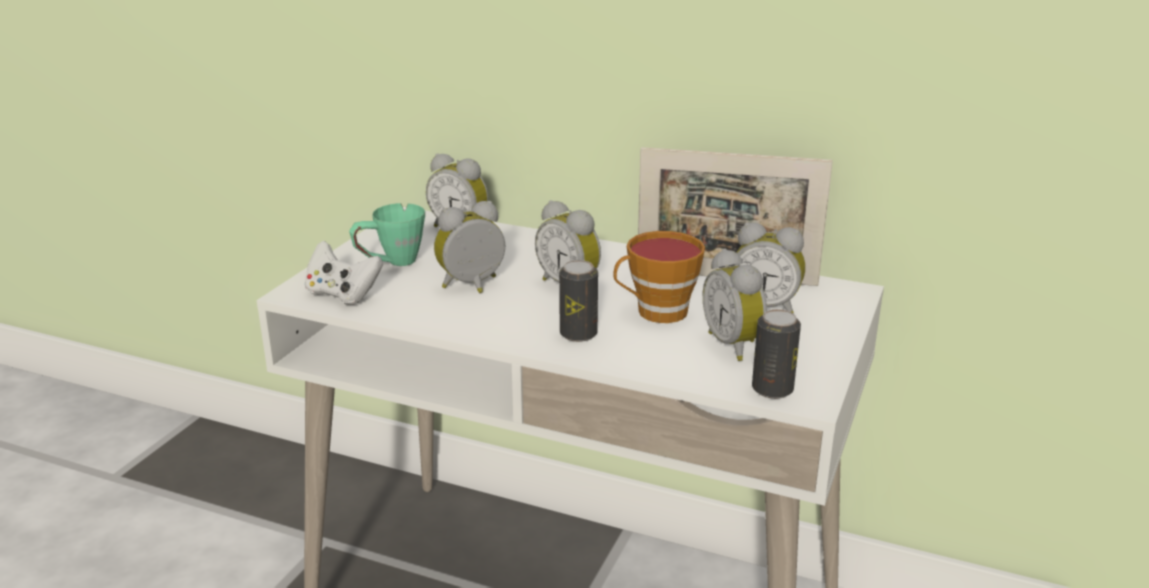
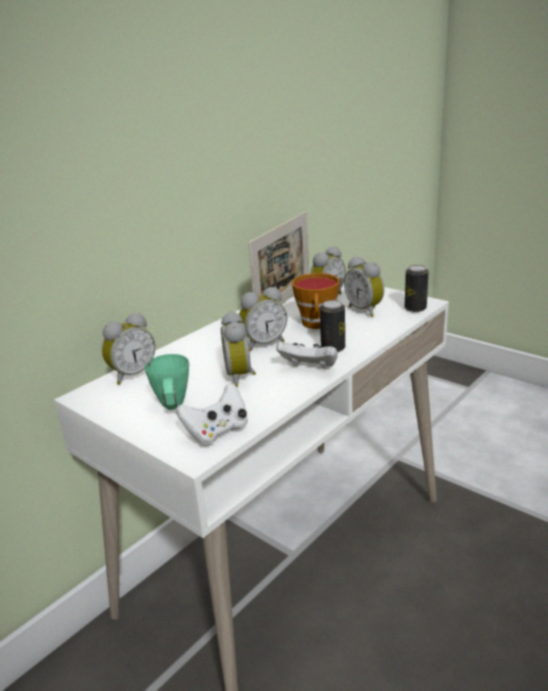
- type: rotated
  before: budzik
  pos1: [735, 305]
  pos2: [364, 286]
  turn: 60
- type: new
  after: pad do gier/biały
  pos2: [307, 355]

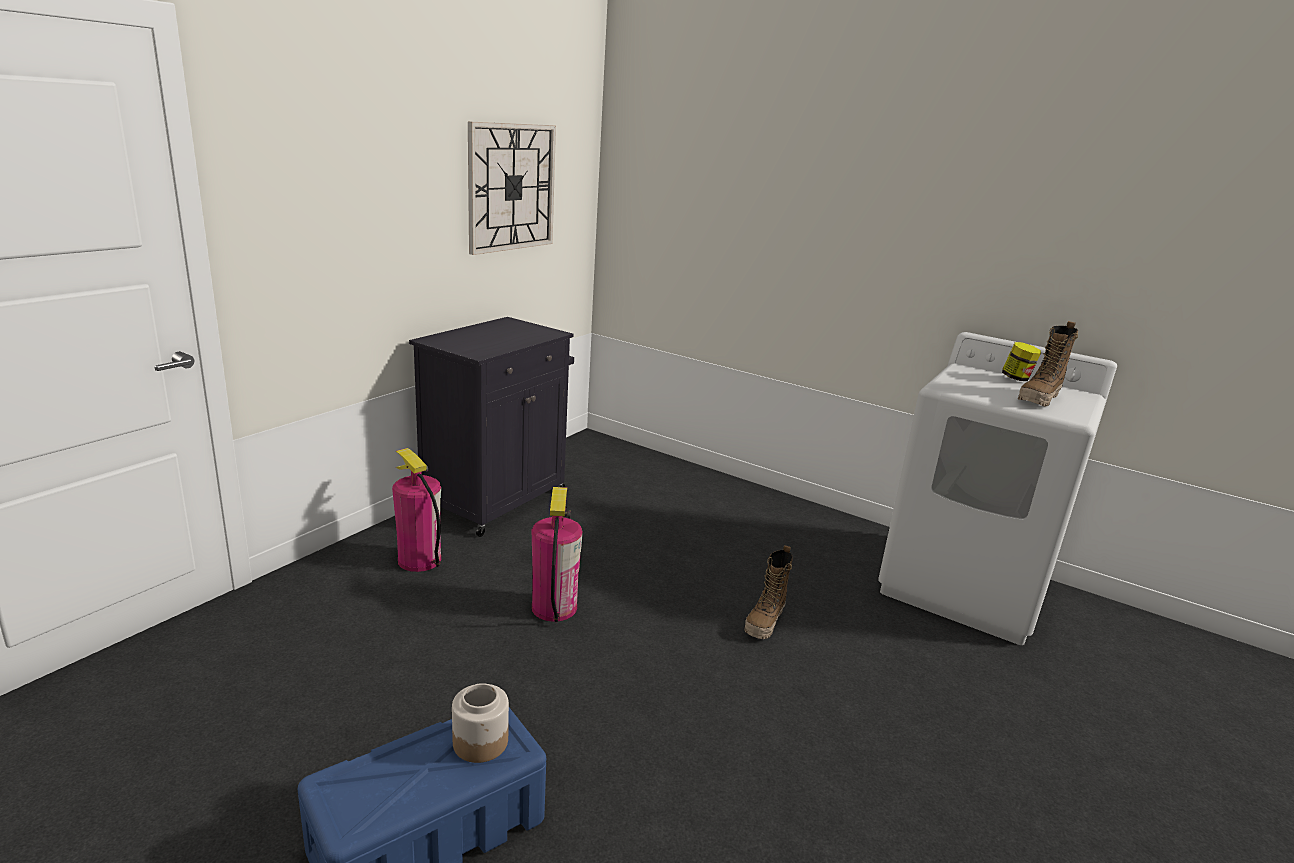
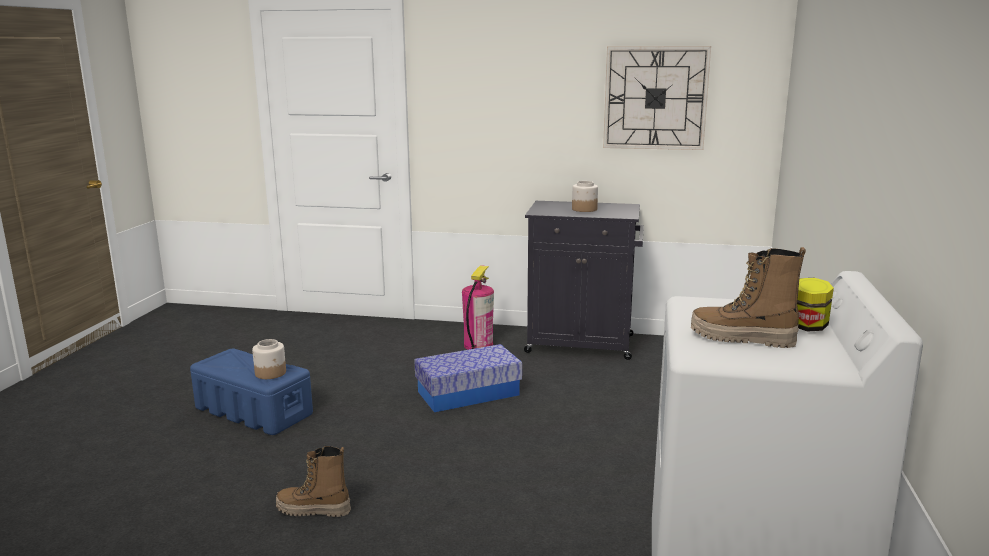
- type: swapped
  before: gaśnica
  after: pojemnik do przechowywania
  pos1: [557, 554]
  pos2: [468, 378]
- type: shifted
  before: but z cholewką
  pos1: [768, 592]
  pos2: [313, 481]
- type: new
  after: słoik
  pos2: [585, 196]

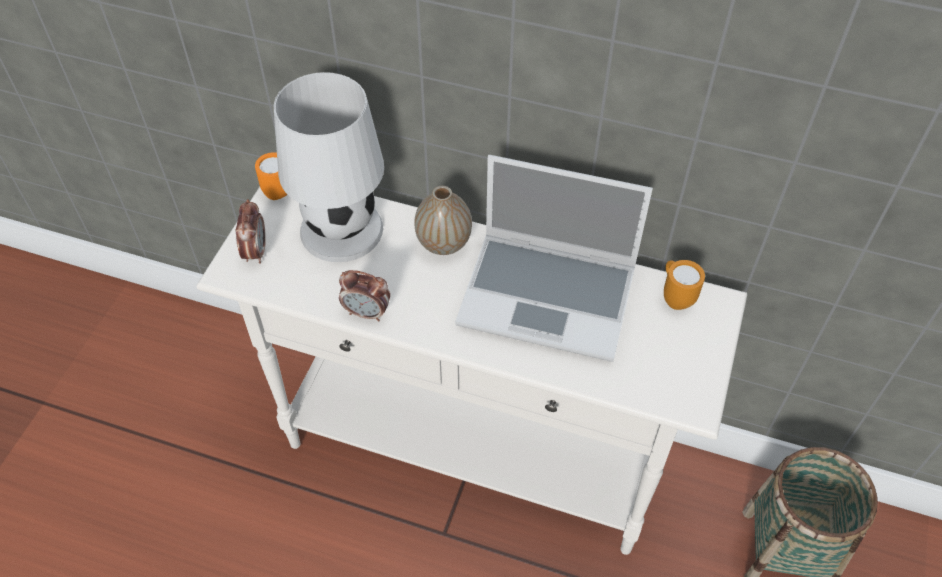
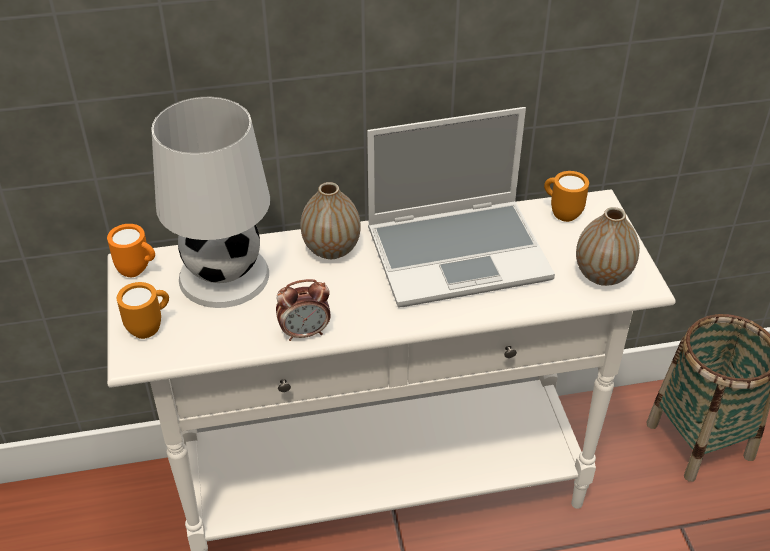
- type: swapped
  before: budzik
  after: kubek/pomarańczowy
  pos1: [250, 231]
  pos2: [143, 310]
- type: new
  after: wazon
  pos2: [608, 246]

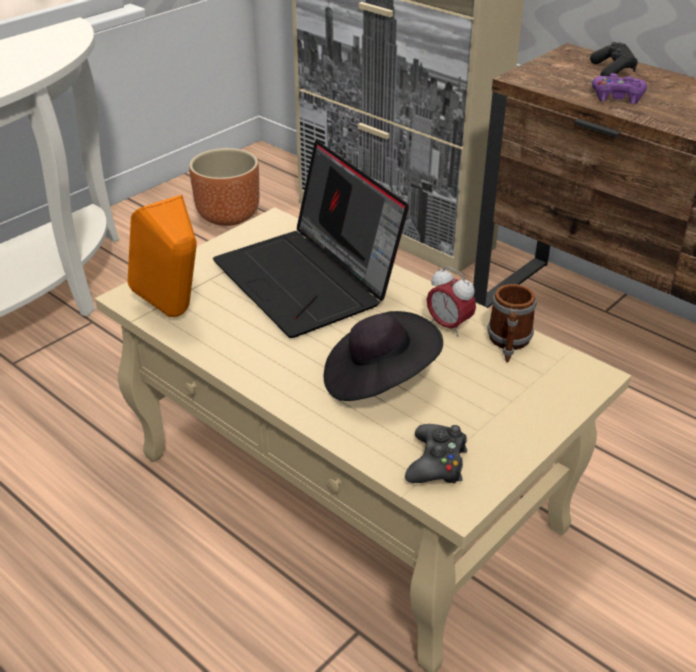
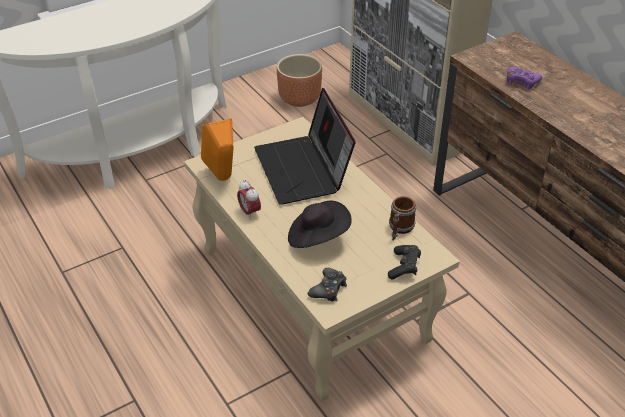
- type: shifted
  before: budzik
  pos1: [451, 301]
  pos2: [249, 200]
- type: shifted
  before: pad do gier/czarny
  pos1: [614, 59]
  pos2: [404, 262]

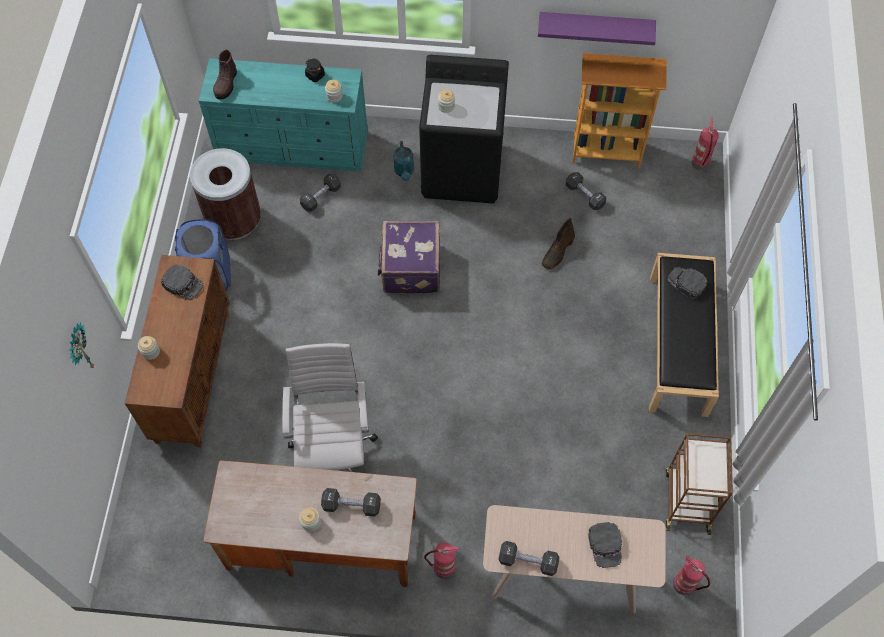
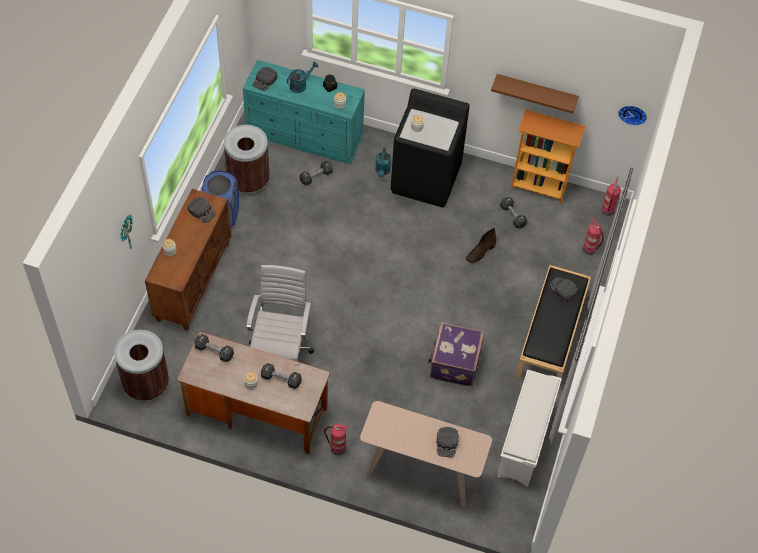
- type: swapped
  before: but z cholewką/brązowy
  after: czapka z daszkiem/czarny
  pos1: [225, 75]
  pos2: [265, 79]
- type: shifted
  before: walizka/fioletowy
  pos1: [409, 257]
  pos2: [456, 354]
- type: shifted
  before: hantel/czarny
  pos1: [529, 558]
  pos2: [214, 348]
- type: repainted
  before: półka/fioletowy
  after: półka/brązowy
  pos1: [597, 28]
  pos2: [535, 94]
- type: swapped
  before: wózek/brązowy
  after: regał na buty/biały
  pos1: [699, 484]
  pos2: [529, 428]
- type: shifted
  before: gaśnica
  pos1: [691, 575]
  pos2: [593, 236]
- type: new
  after: kosz na śmieci/brązowy
  pos2: [141, 365]
- type: new
  after: konewka/turkusowy
  pos2: [302, 77]
- type: new
  after: zegar ścienny
  pos2: [632, 115]

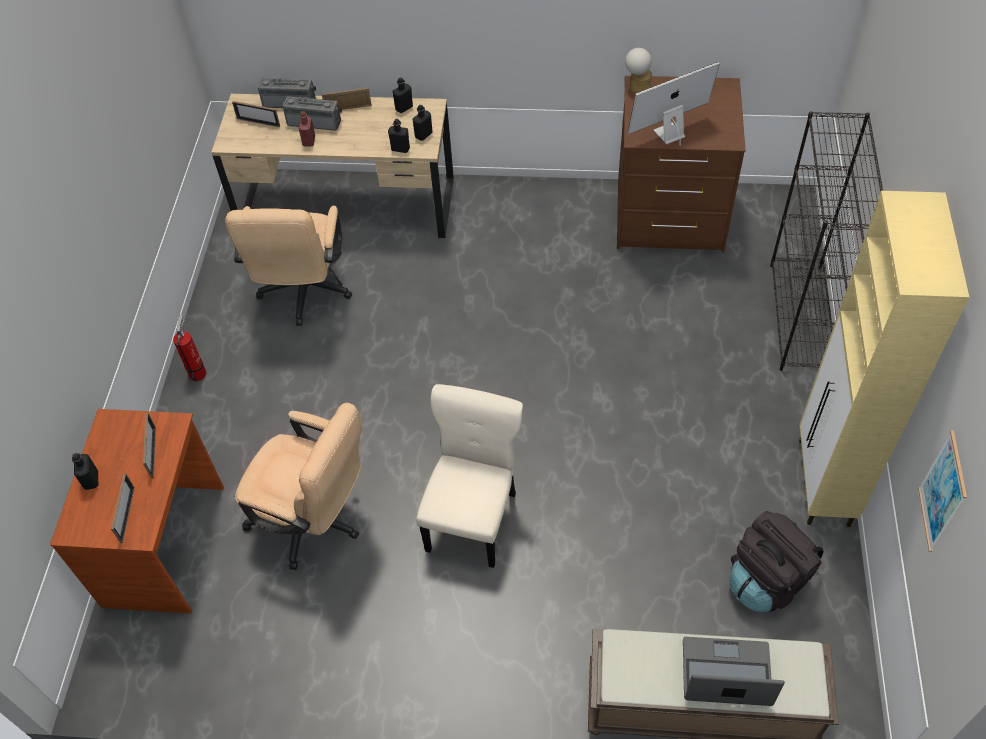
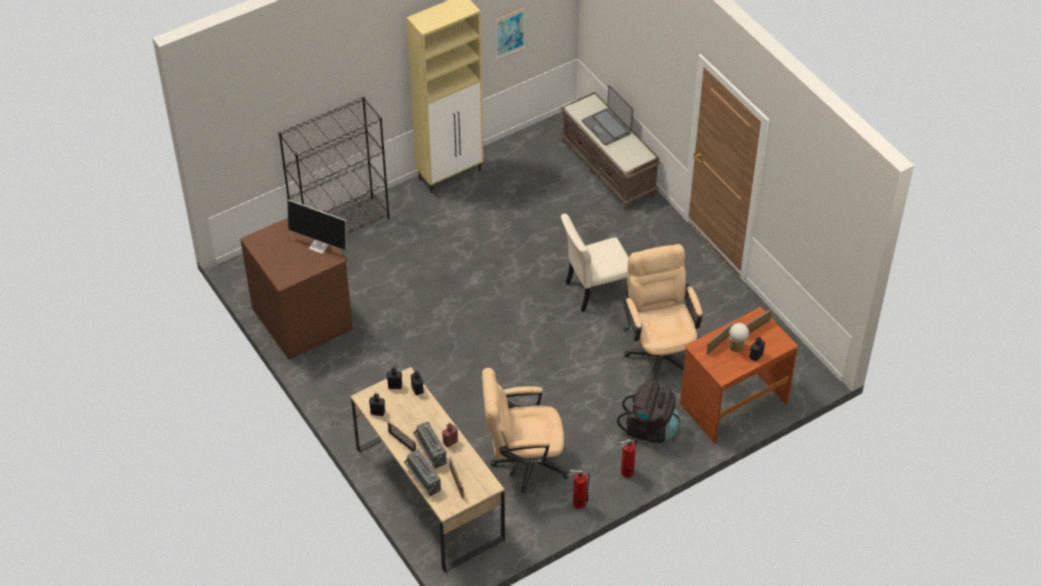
- type: rotated
  before: krzesło biurowe/beżowy
  pos1: [288, 266]
  pos2: [525, 430]
  turn: -150
- type: shifted
  before: lampa stołowa
  pos1: [638, 71]
  pos2: [738, 337]
- type: shifted
  before: plecak/czarny
  pos1: [776, 561]
  pos2: [649, 411]
- type: new
  after: gaśnica
  pos2: [579, 489]

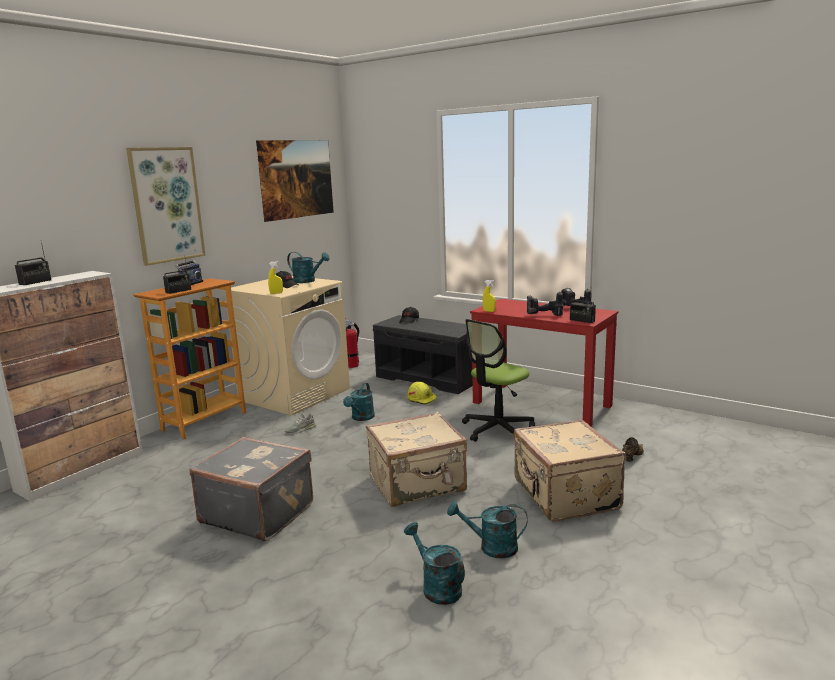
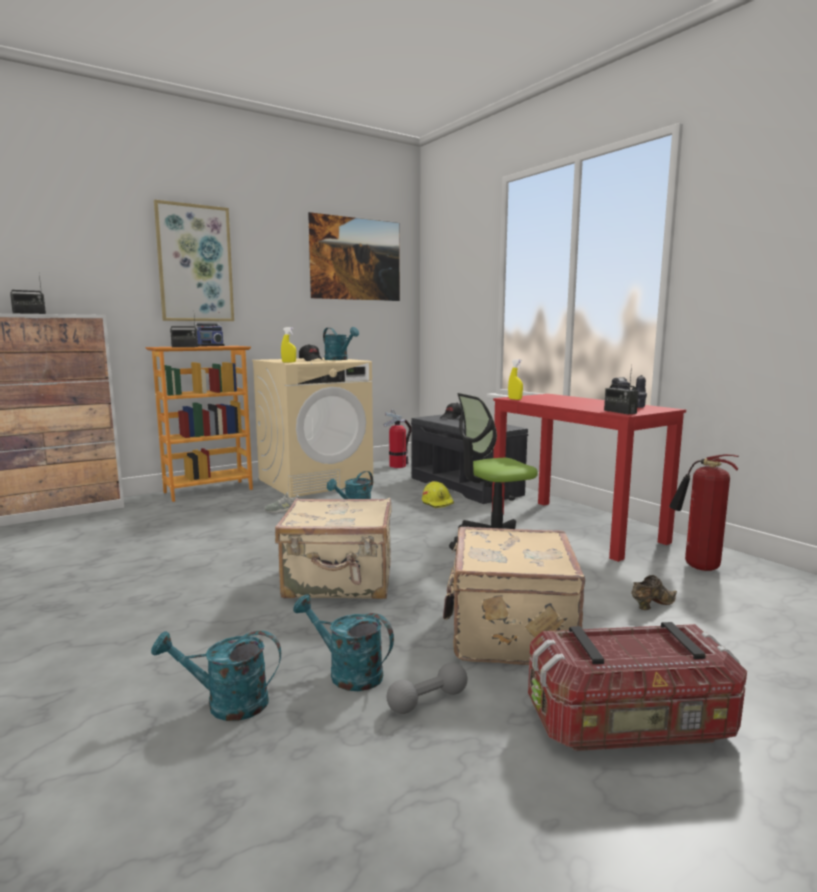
- type: gone
  before: walizka/szary
  pos1: [251, 489]
- type: rotated
  before: konewka/turkusowy
  pos1: [434, 563]
  pos2: [216, 676]
  turn: -75
- type: gone
  before: wiertarka
  pos1: [545, 304]
- type: new
  after: hantel/szary
  pos2: [427, 688]
- type: new
  after: pojemnik do przechowywania
  pos2: [637, 686]
- type: new
  after: gaśnica
  pos2: [704, 512]

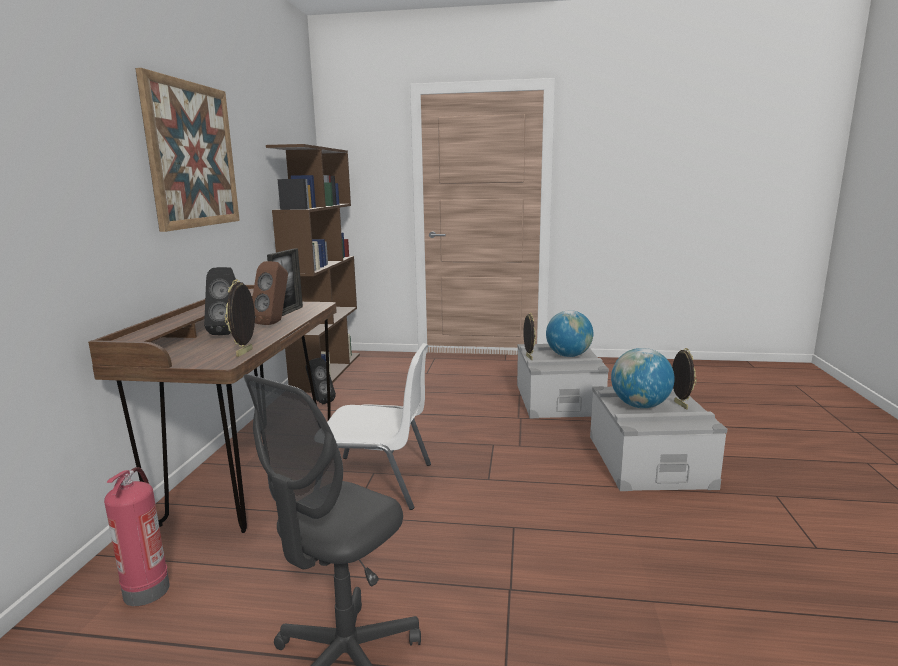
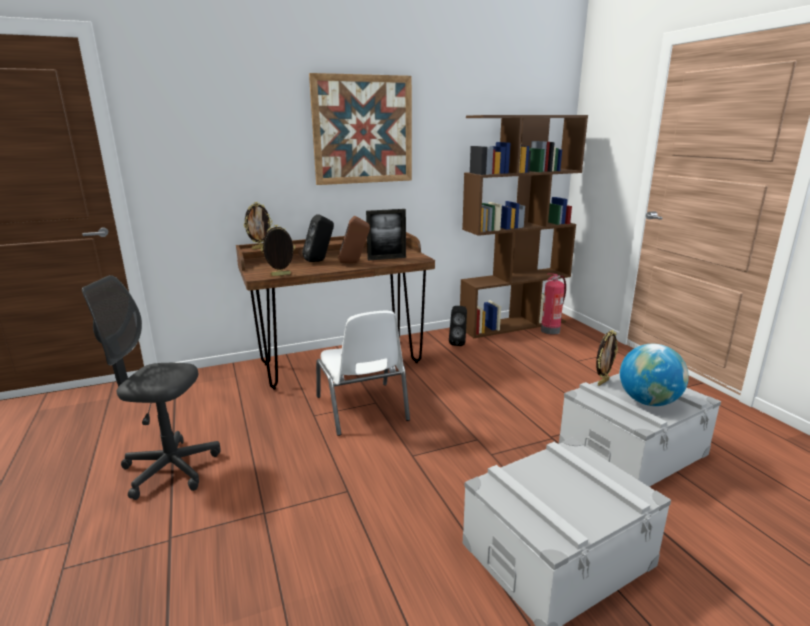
- type: shifted
  before: gaśnica
  pos1: [137, 536]
  pos2: [553, 304]
- type: gone
  before: globus
  pos1: [643, 378]
- type: shifted
  before: ramka na zdjęcie
  pos1: [684, 378]
  pos2: [258, 226]

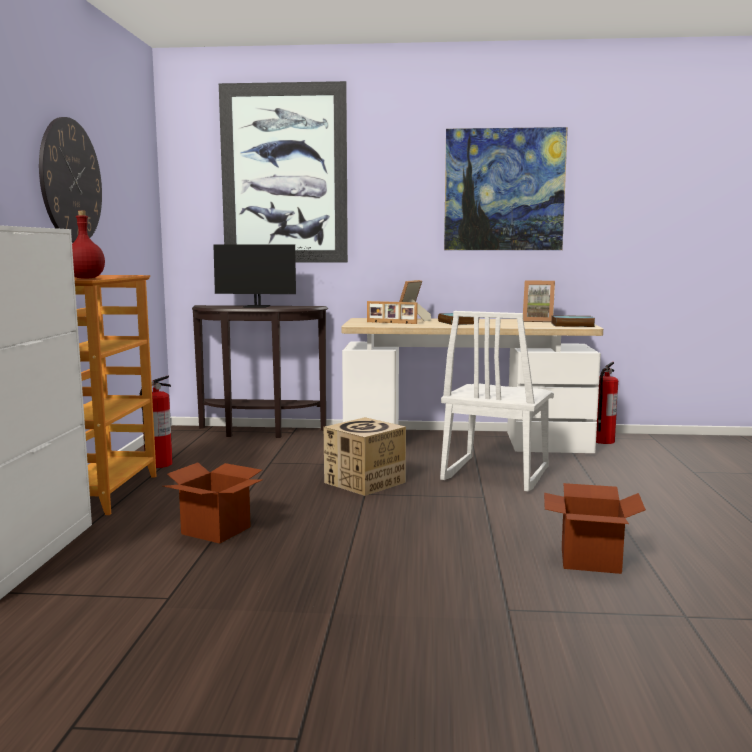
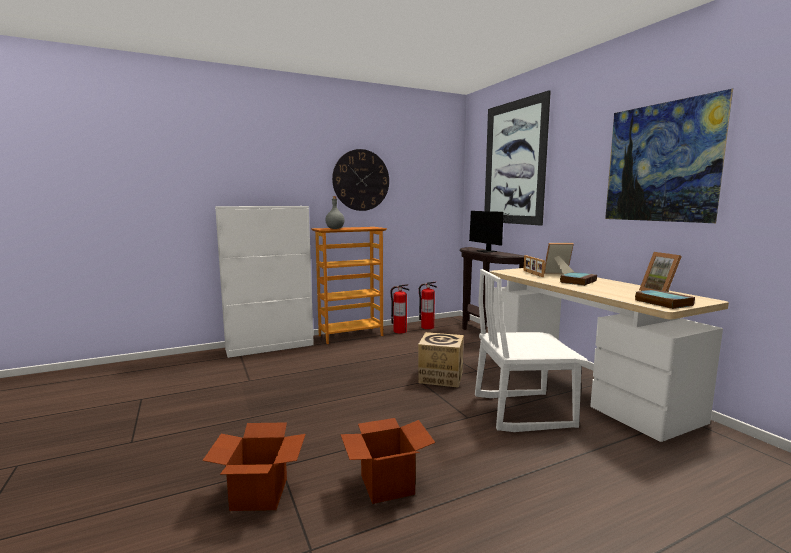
- type: repainted
  before: butelka/czerwony
  after: butelka/szary
  pos1: [88, 244]
  pos2: [335, 212]
- type: shifted
  before: karton
  pos1: [212, 503]
  pos2: [254, 466]
- type: shifted
  before: gaśnica
  pos1: [607, 403]
  pos2: [428, 305]

